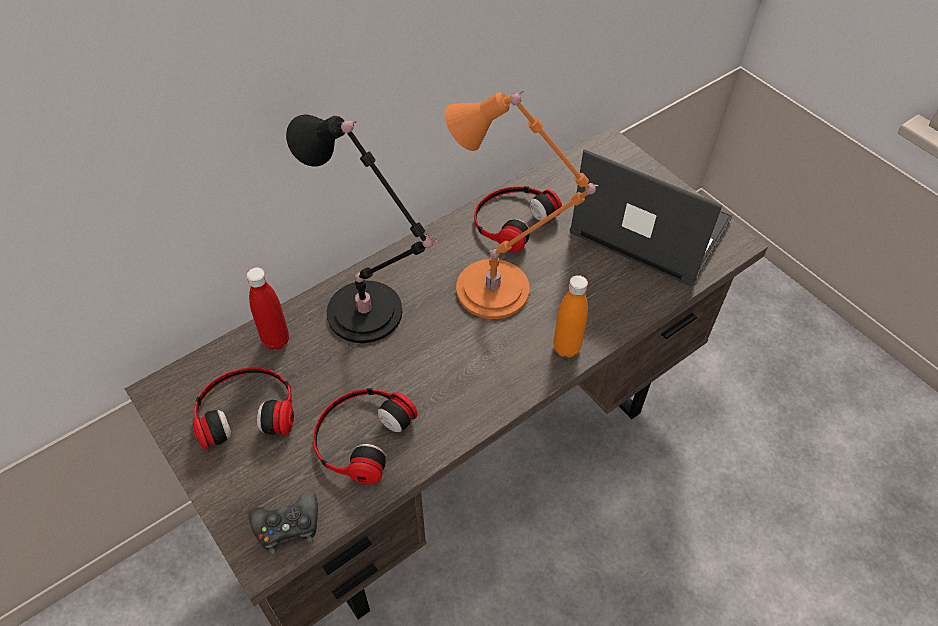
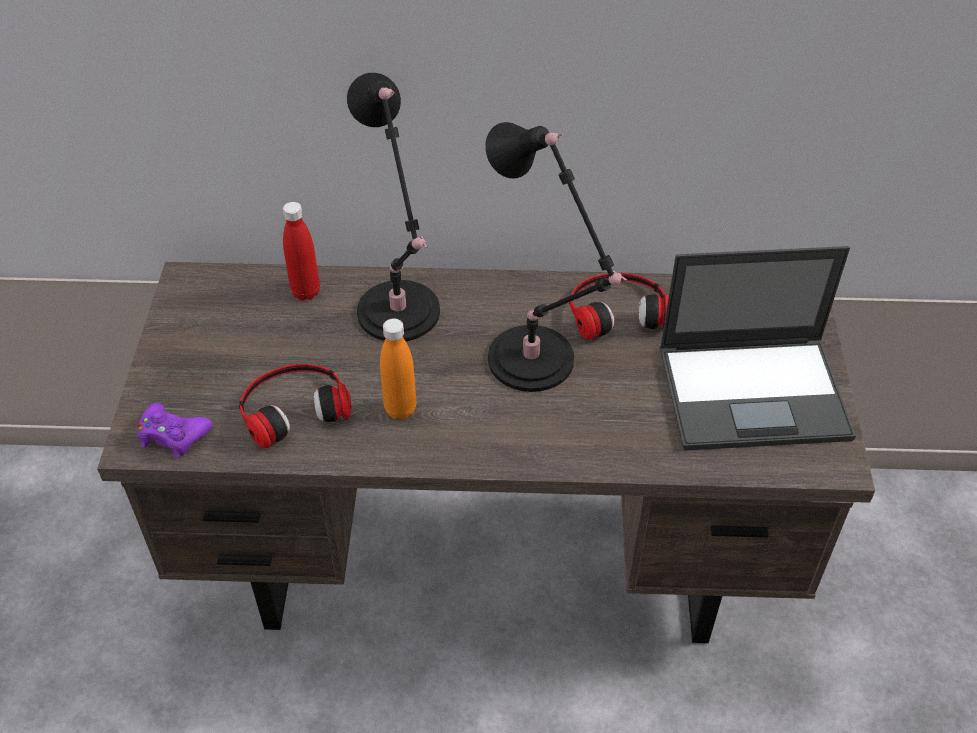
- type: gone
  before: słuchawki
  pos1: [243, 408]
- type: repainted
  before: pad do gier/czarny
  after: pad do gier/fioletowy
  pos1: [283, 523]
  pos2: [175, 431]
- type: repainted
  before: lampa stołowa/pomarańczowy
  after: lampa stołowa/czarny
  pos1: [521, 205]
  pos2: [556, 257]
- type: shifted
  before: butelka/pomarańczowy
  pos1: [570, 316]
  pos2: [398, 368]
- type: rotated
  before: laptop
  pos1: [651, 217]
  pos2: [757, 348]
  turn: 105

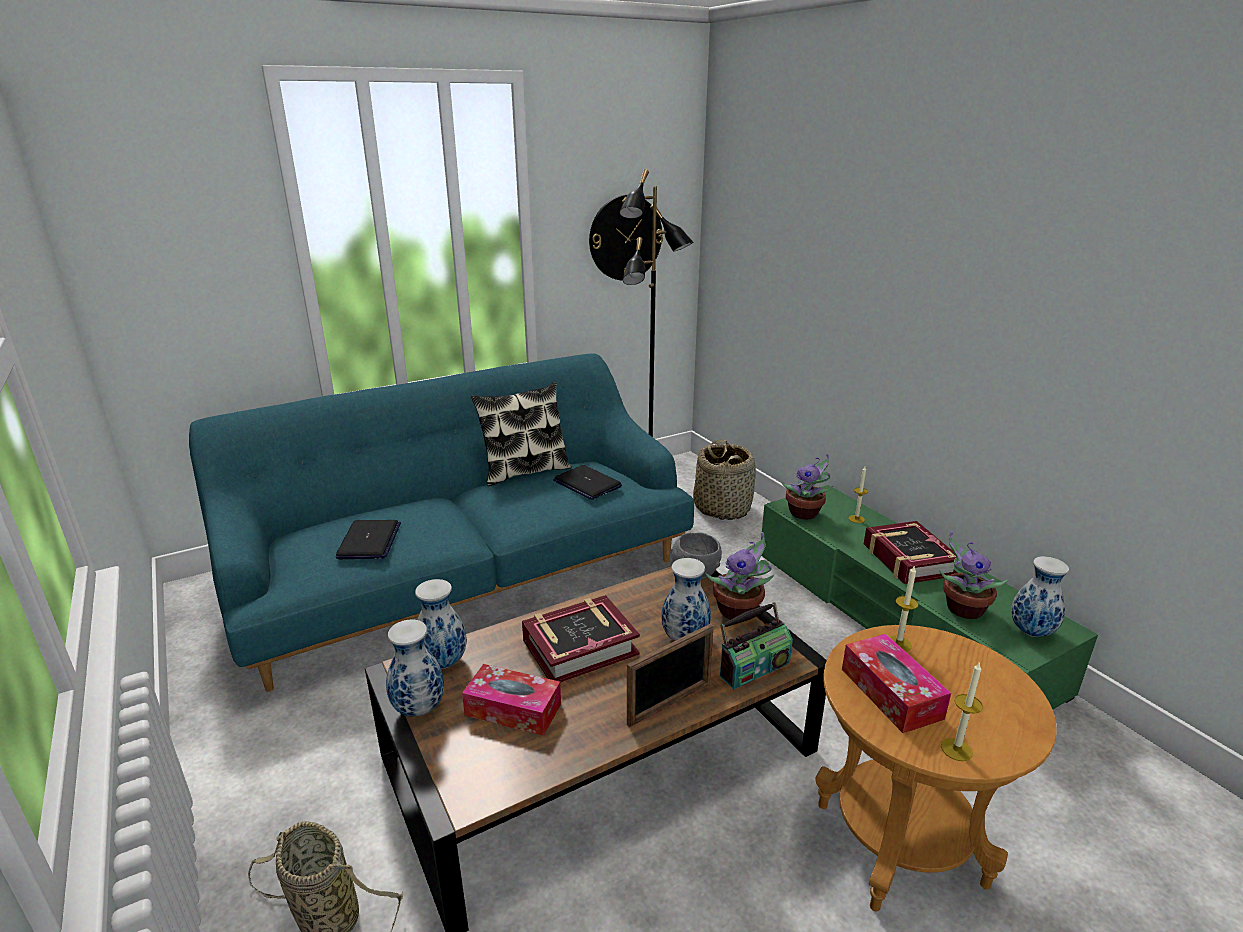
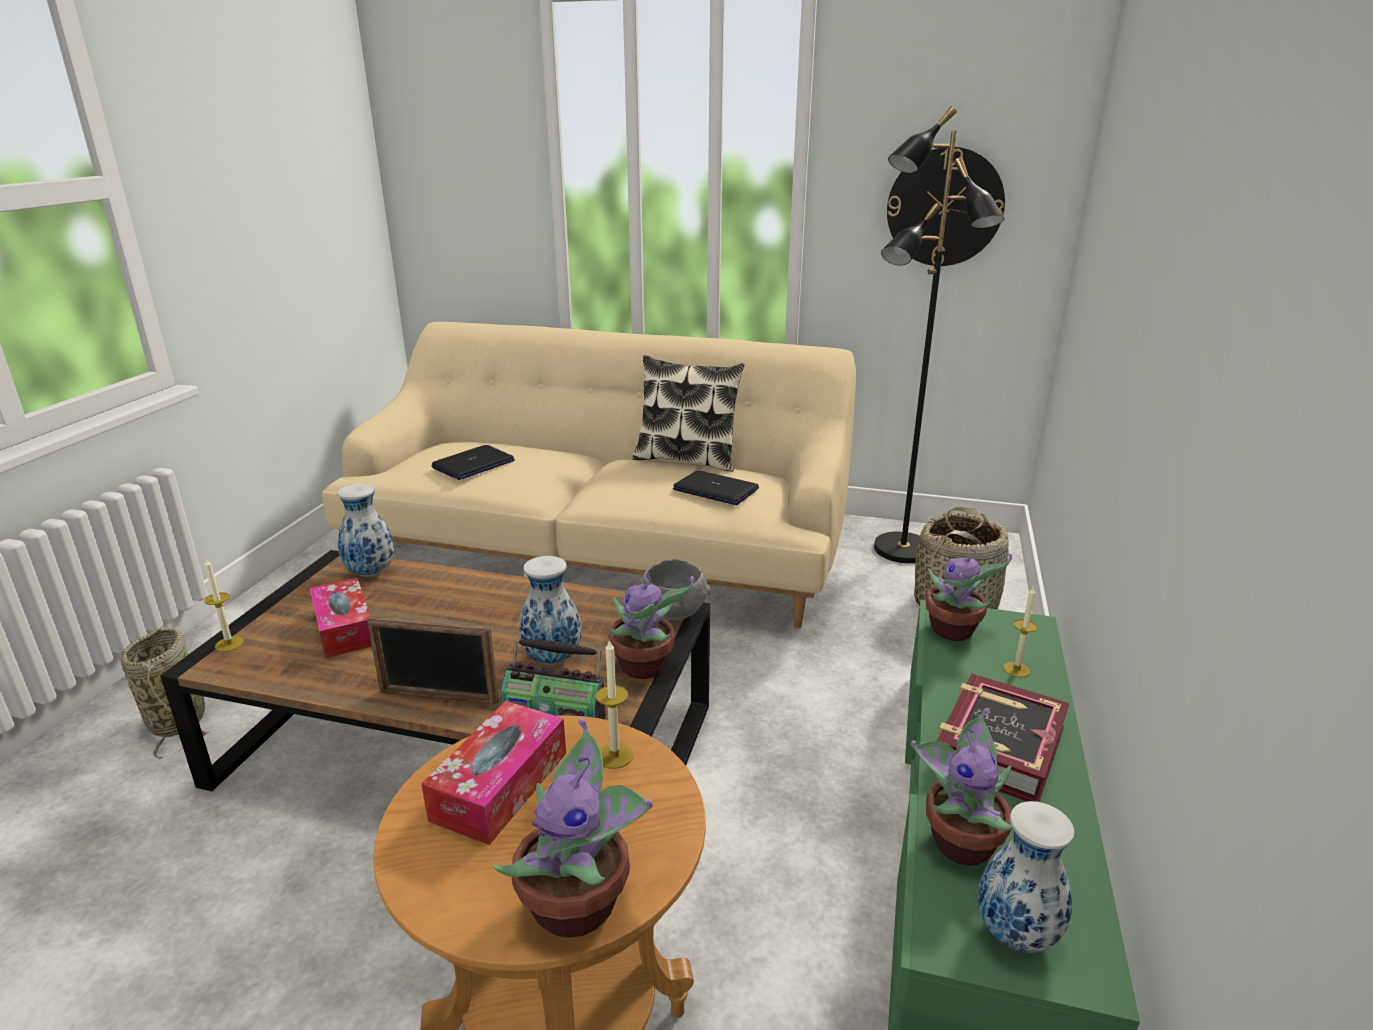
- type: repainted
  before: kanapa/turkusowy
  after: kanapa/beżowy
  pos1: [441, 522]
  pos2: [589, 475]
- type: gone
  before: wazon
  pos1: [415, 668]
- type: gone
  before: książka
  pos1: [581, 638]
- type: rotated
  before: laptop
  pos1: [587, 482]
  pos2: [716, 487]
  turn: 120
- type: shifted
  before: świeca
  pos1: [962, 711]
  pos2: [224, 605]
- type: new
  after: roślina doniczkowa
  pos2: [573, 828]

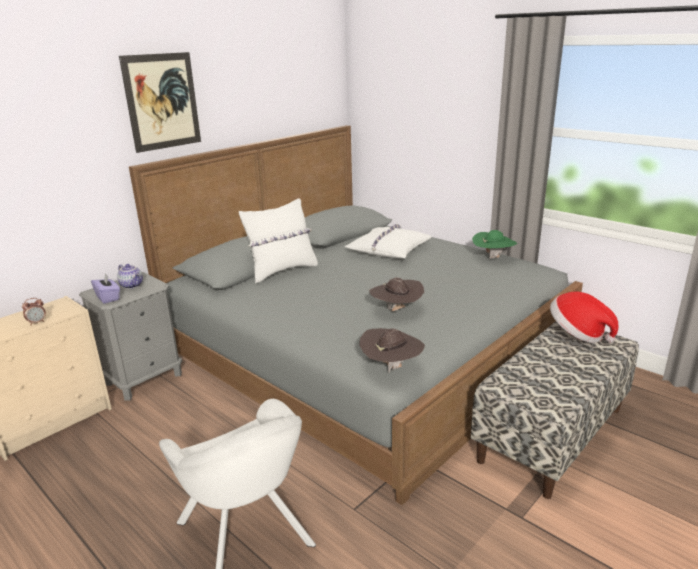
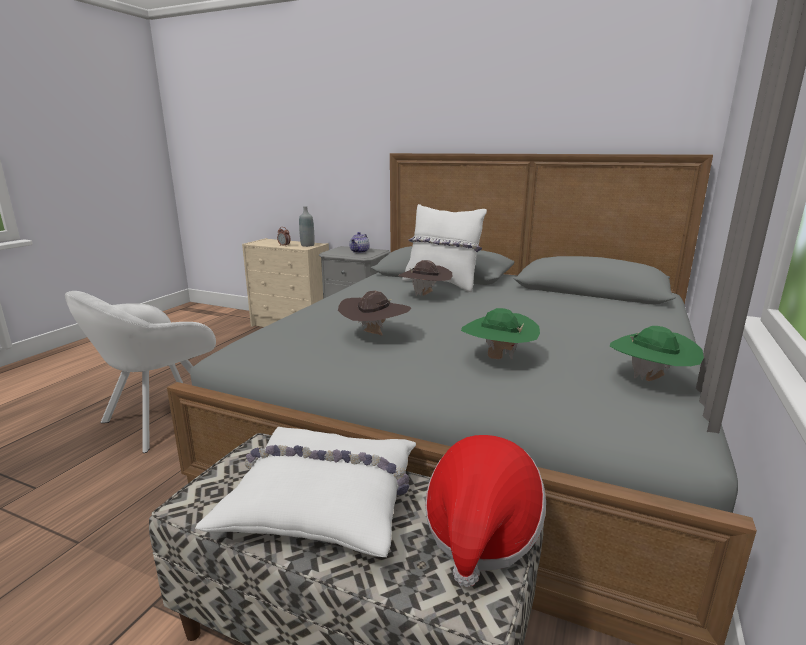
- type: gone
  before: pudełko chusteczek/fioletowy
  pos1: [105, 288]
- type: gone
  before: obraz
  pos1: [160, 102]
- type: shifted
  before: poduszka/biały
  pos1: [387, 241]
  pos2: [305, 492]
- type: shifted
  before: kapelusz/brązowy
  pos1: [392, 350]
  pos2: [425, 278]
- type: new
  after: butelka/szary
  pos2: [307, 226]
- type: new
  after: kapelusz/zielony
  pos2: [500, 333]

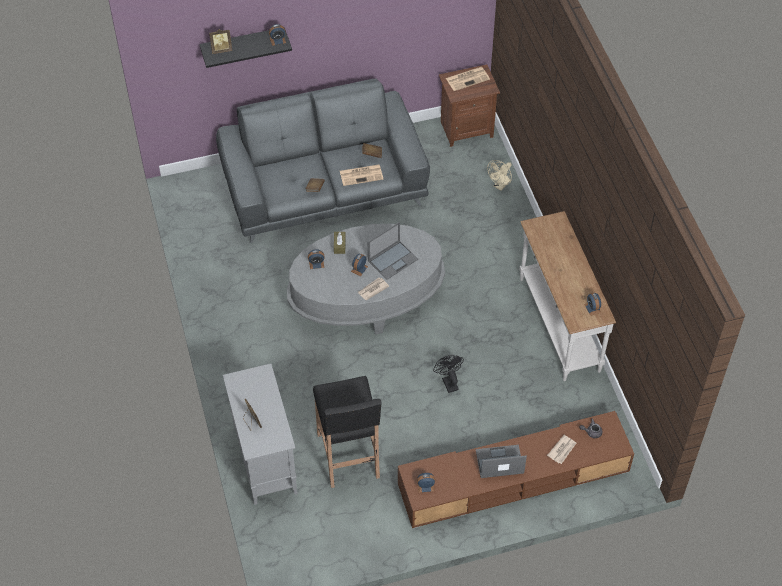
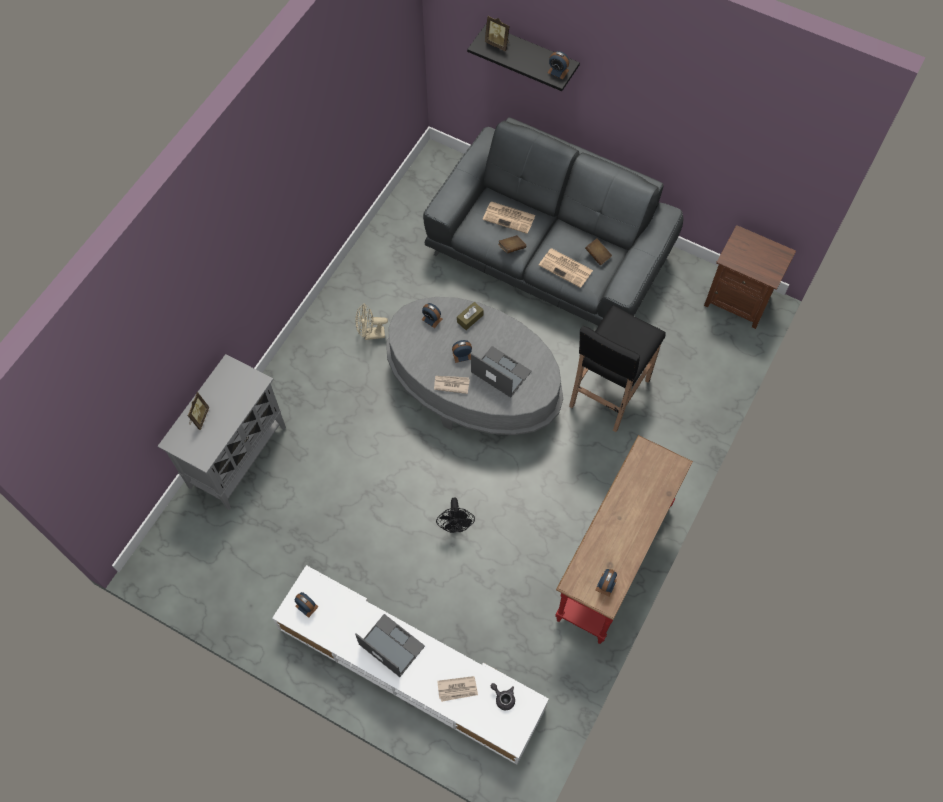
- type: shifted
  before: stołek/czarny
  pos1: [347, 432]
  pos2: [617, 368]
- type: rotated
  before: laptop
  pos1: [393, 251]
  pos2: [501, 372]
  turn: -150
- type: repainted
  before: szafka pod telewizor/brązowy
  after: szafka pod telewizor/biały
  pos1: [516, 469]
  pos2: [410, 665]
- type: rotated
  before: wentylator/czarny
  pos1: [448, 374]
  pos2: [455, 515]
  turn: 150
- type: shifted
  before: gazeta
  pos1: [468, 79]
  pos2: [509, 217]
- type: shifted
  before: wentylator/beżowy
  pos1: [499, 175]
  pos2: [371, 321]
- type: repainted
  before: stolik konsolowy/biały
  after: stolik konsolowy/czerwony
  pos1: [567, 296]
  pos2: [624, 539]

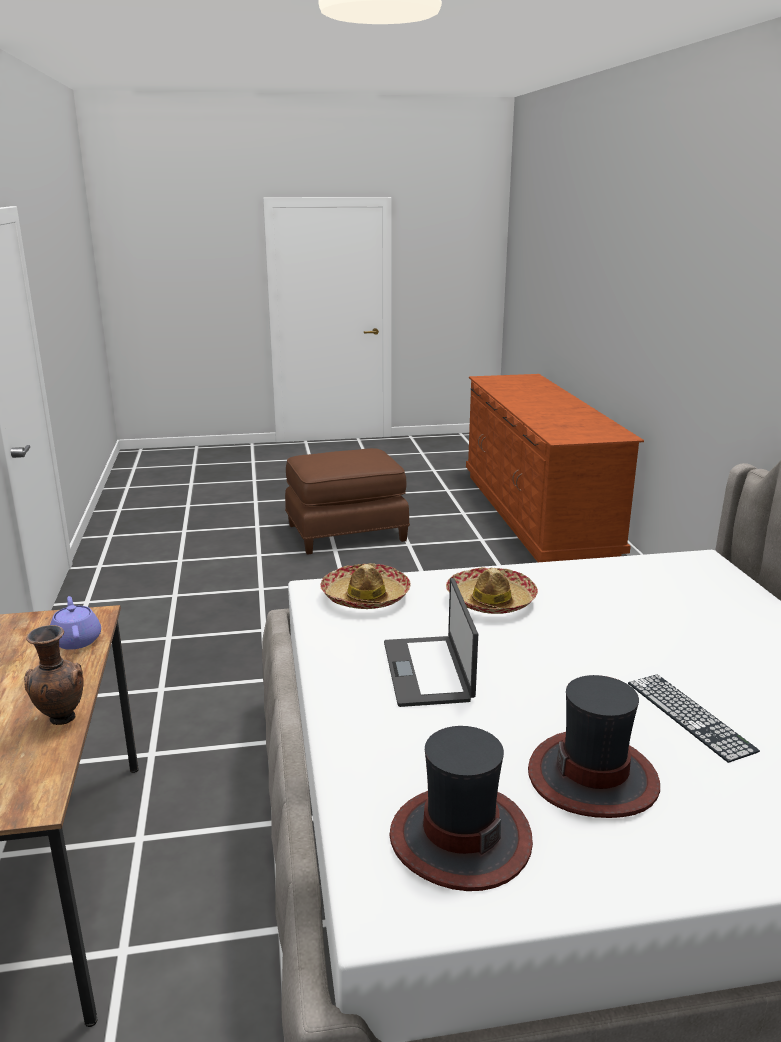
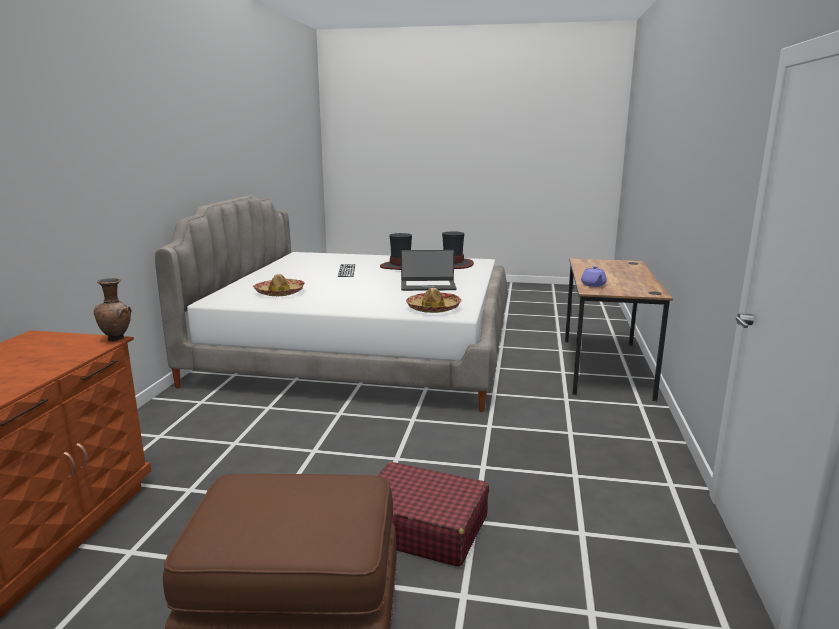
- type: shifted
  before: wazon/brązowy
  pos1: [53, 675]
  pos2: [112, 310]
- type: rotated
  before: laptop
  pos1: [431, 642]
  pos2: [428, 270]
  turn: 75
- type: shifted
  before: kapelusz
  pos1: [492, 590]
  pos2: [279, 285]
- type: new
  after: walizka/czerwony
  pos2: [433, 514]

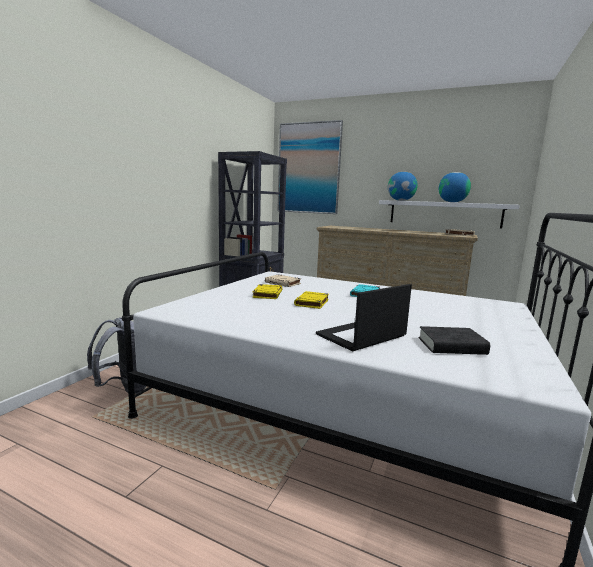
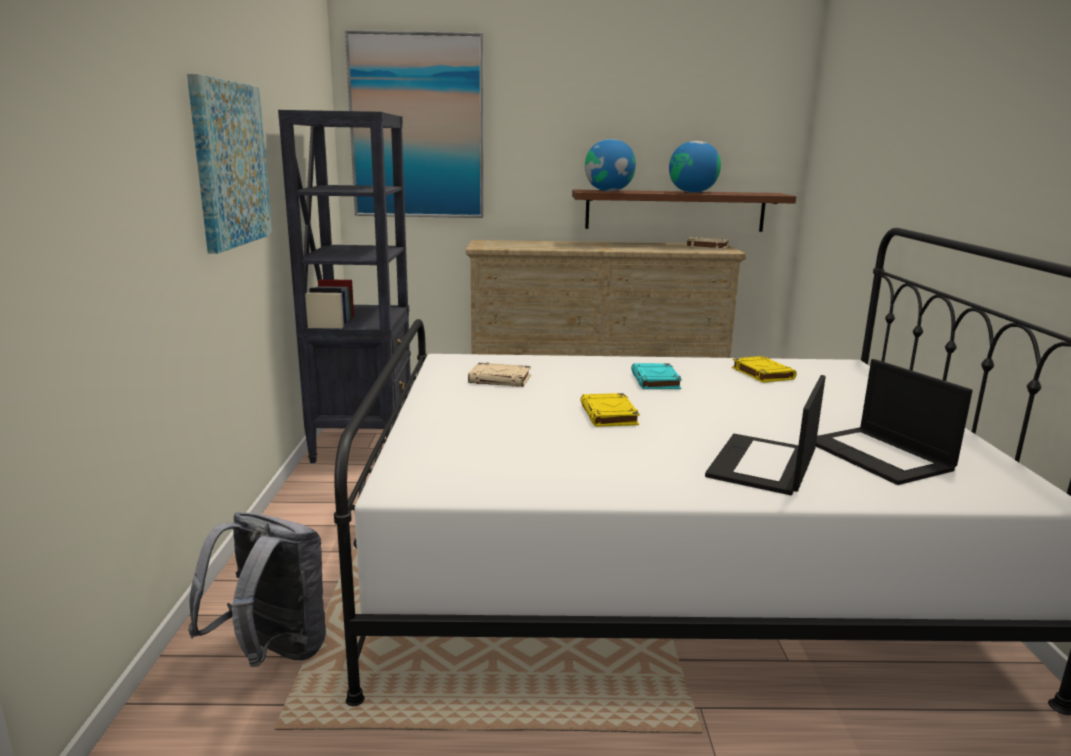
- type: shifted
  before: książka/żółty
  pos1: [268, 291]
  pos2: [764, 369]
- type: repainted
  before: półka/biały
  after: półka/brązowy
  pos1: [449, 214]
  pos2: [684, 210]
- type: swapped
  before: książka/czarny
  after: laptop
  pos1: [454, 340]
  pos2: [894, 422]
- type: new
  after: obraz
  pos2: [229, 164]

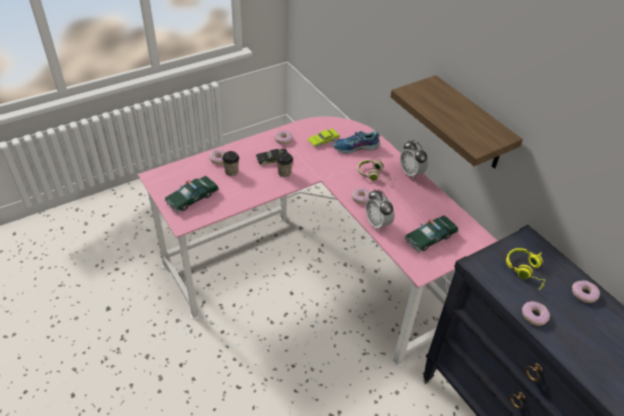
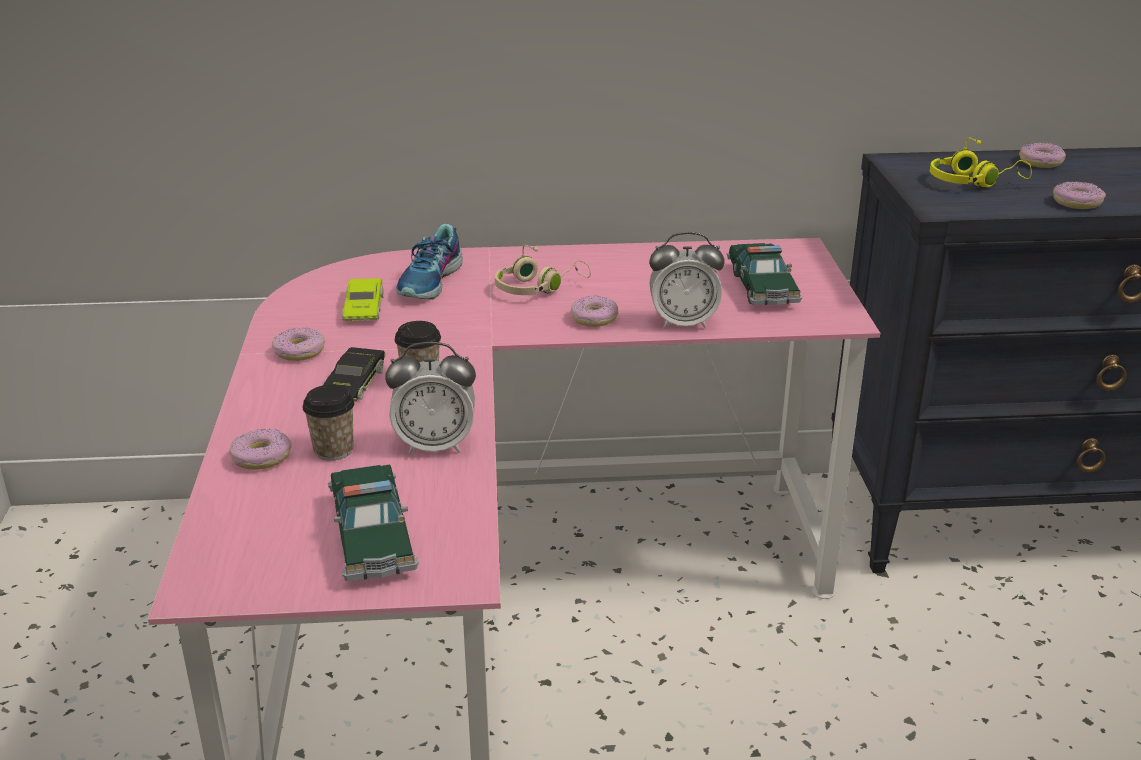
- type: gone
  before: półka
  pos1: [457, 122]
- type: shifted
  before: budzik
  pos1: [414, 159]
  pos2: [430, 398]

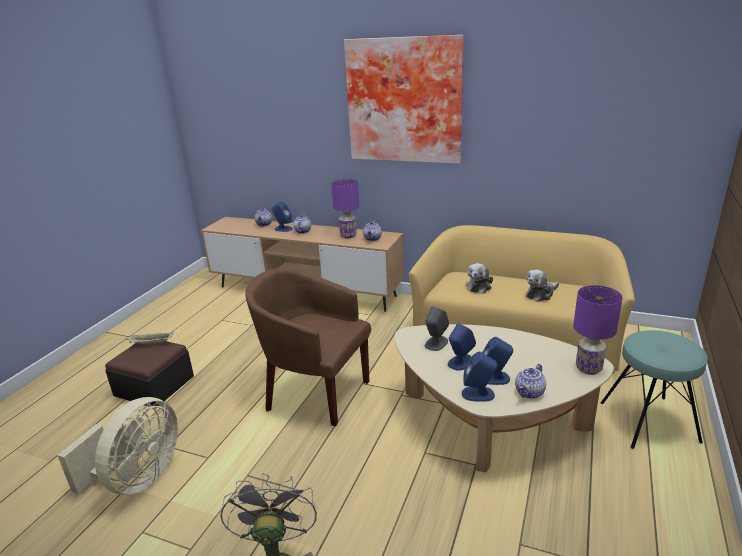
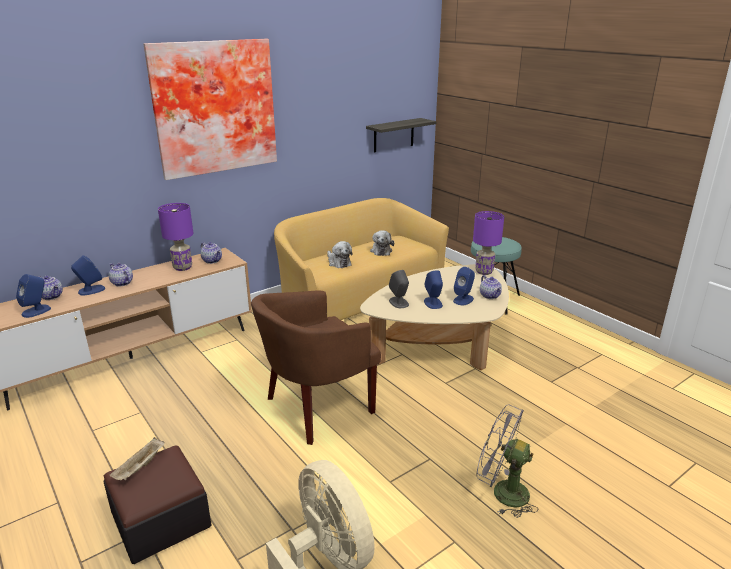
- type: shifted
  before: głośnik/niebieski
  pos1: [480, 377]
  pos2: [33, 296]
- type: new
  after: półka
  pos2: [401, 135]

